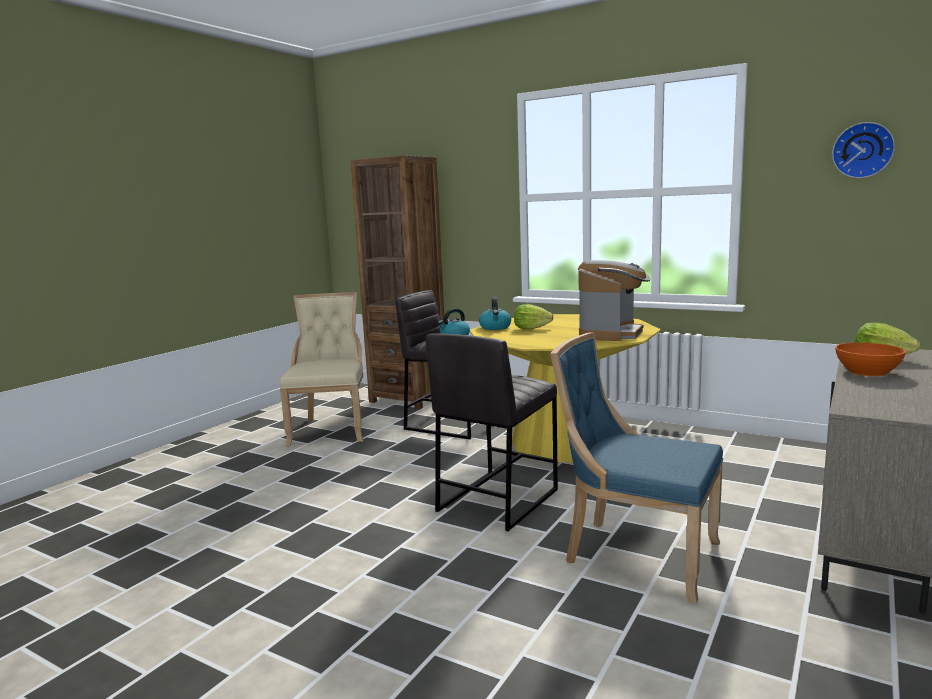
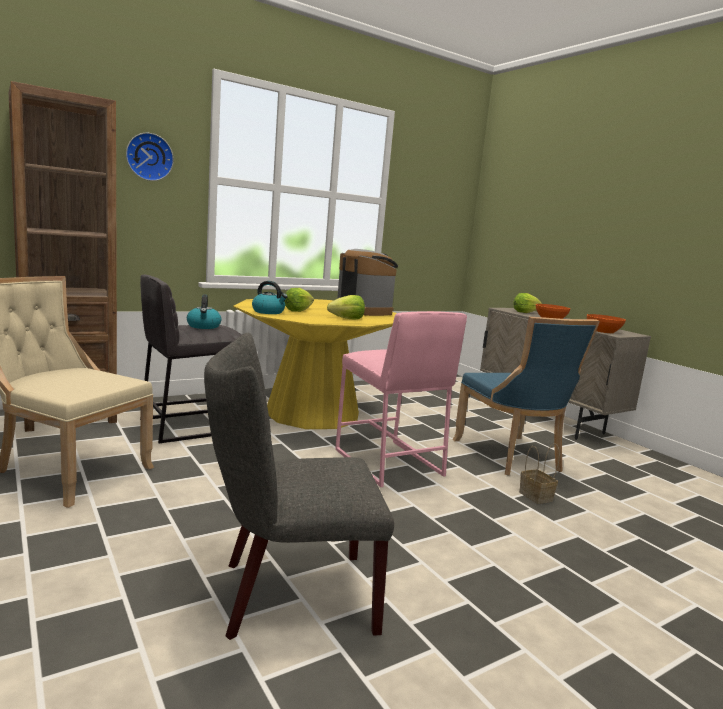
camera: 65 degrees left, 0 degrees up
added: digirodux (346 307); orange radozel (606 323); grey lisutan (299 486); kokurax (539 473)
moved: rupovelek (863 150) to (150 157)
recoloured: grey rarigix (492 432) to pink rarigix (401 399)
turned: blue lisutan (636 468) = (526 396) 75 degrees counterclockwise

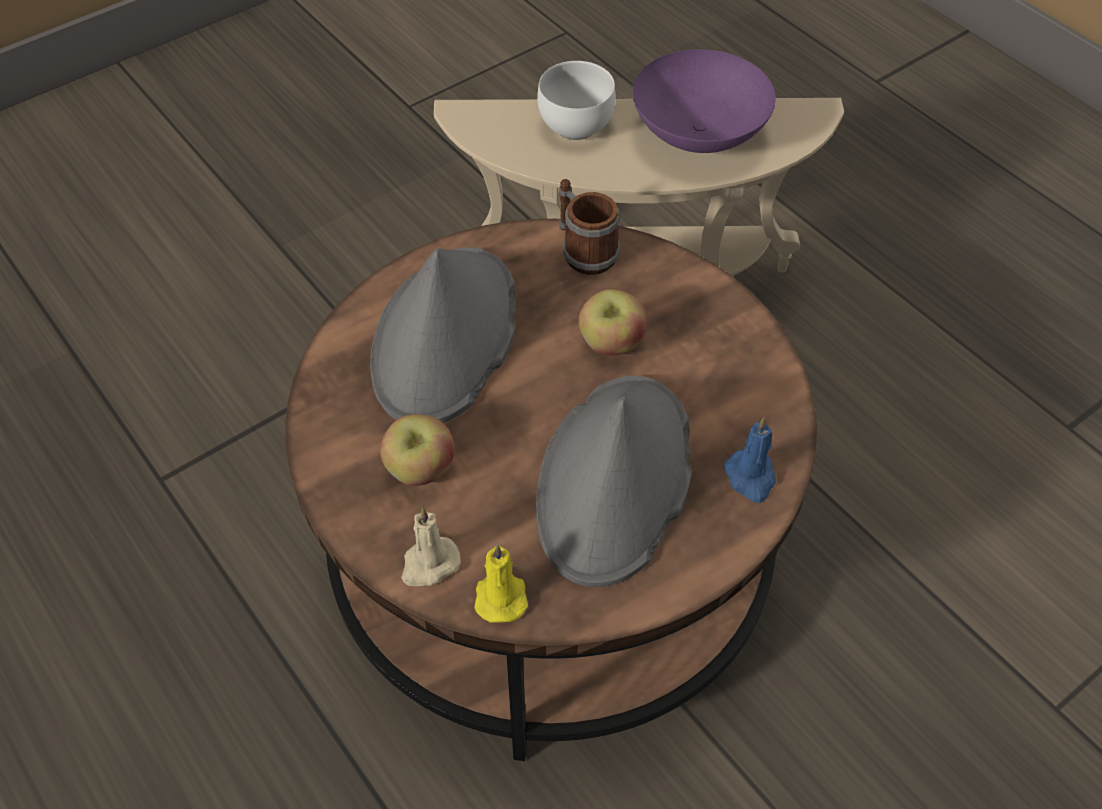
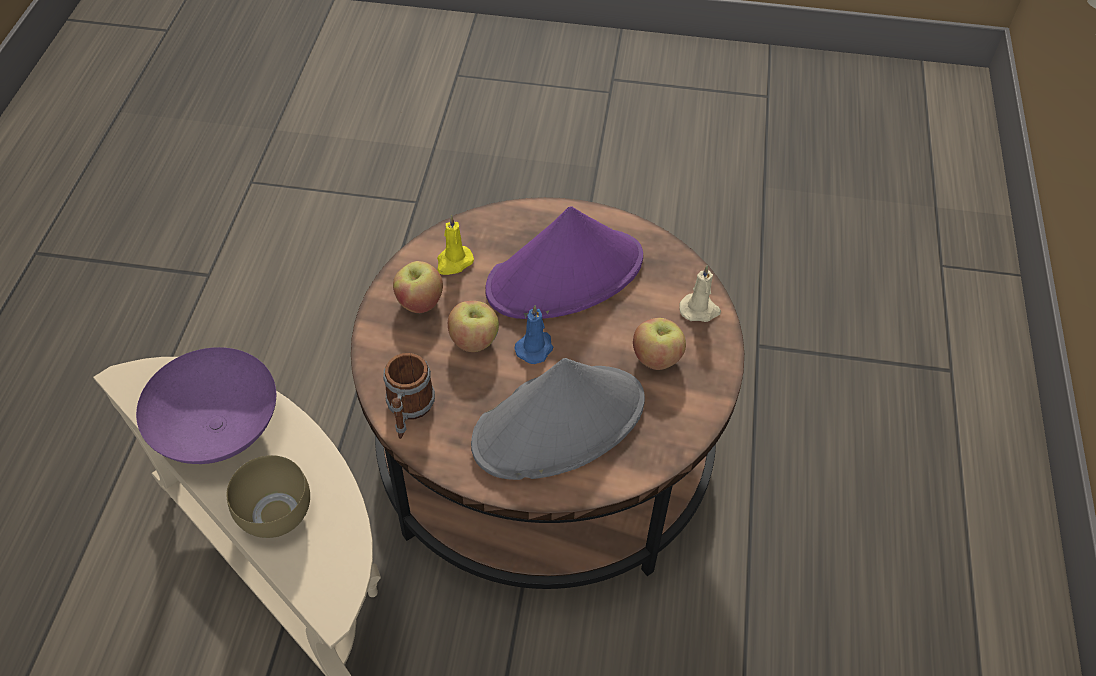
camera: 135 degrees left, 0 degrees up
added: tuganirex (418 287)
moved: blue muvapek (749 460) to (533 334); yellow muvapek (501 583) to (455 245)
recoloured: white radozel (576 100) to brown radozel (268 496); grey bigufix (614 481) to purple bigufix (564 262)

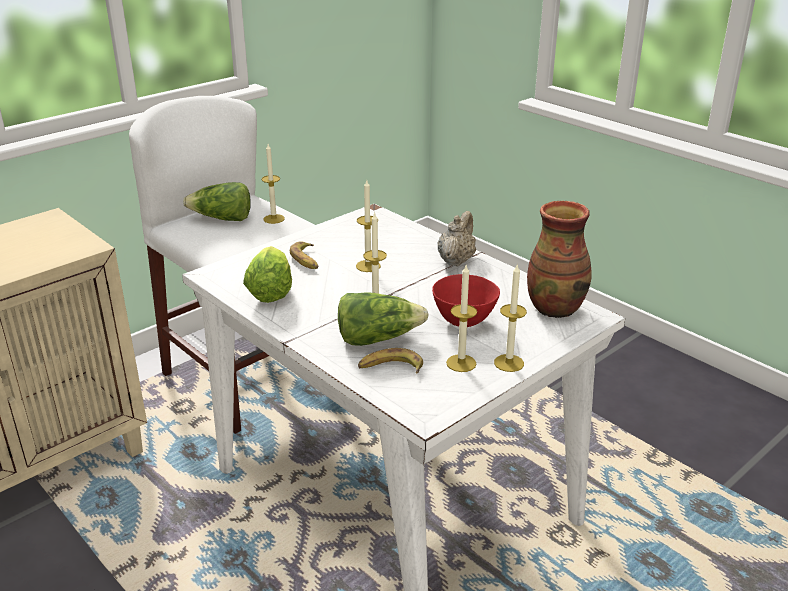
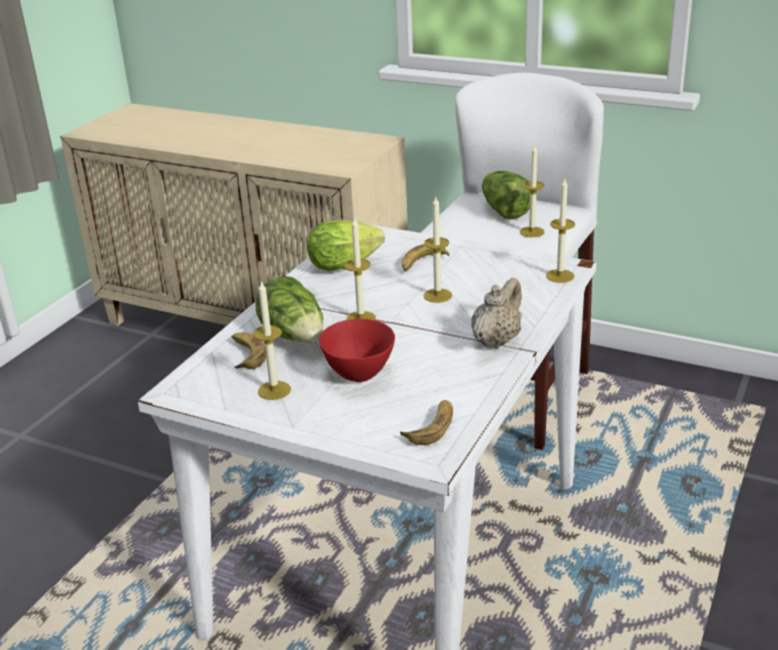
camera: 70 degrees right, 0 degrees up
moved: muvapek (510 318) to (560 230)
replaced: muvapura (559 259) to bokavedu (426 422)
turned: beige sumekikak (457 239) = (496 313) 60 degrees counterclockwise

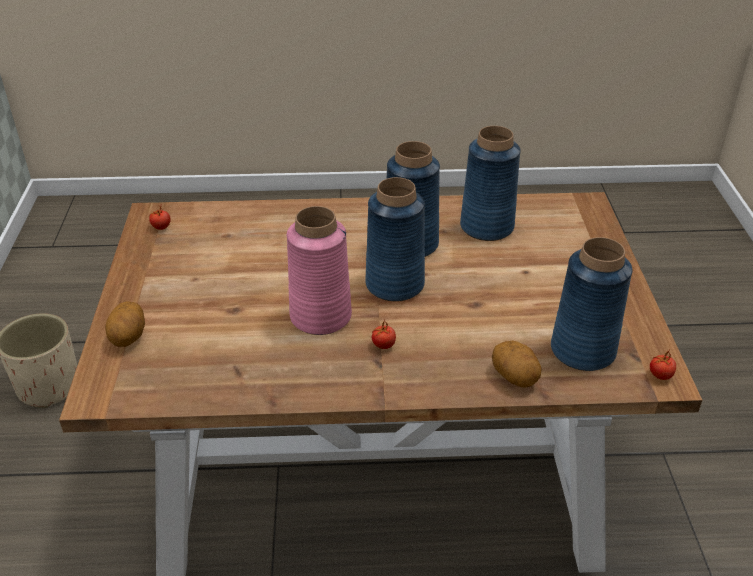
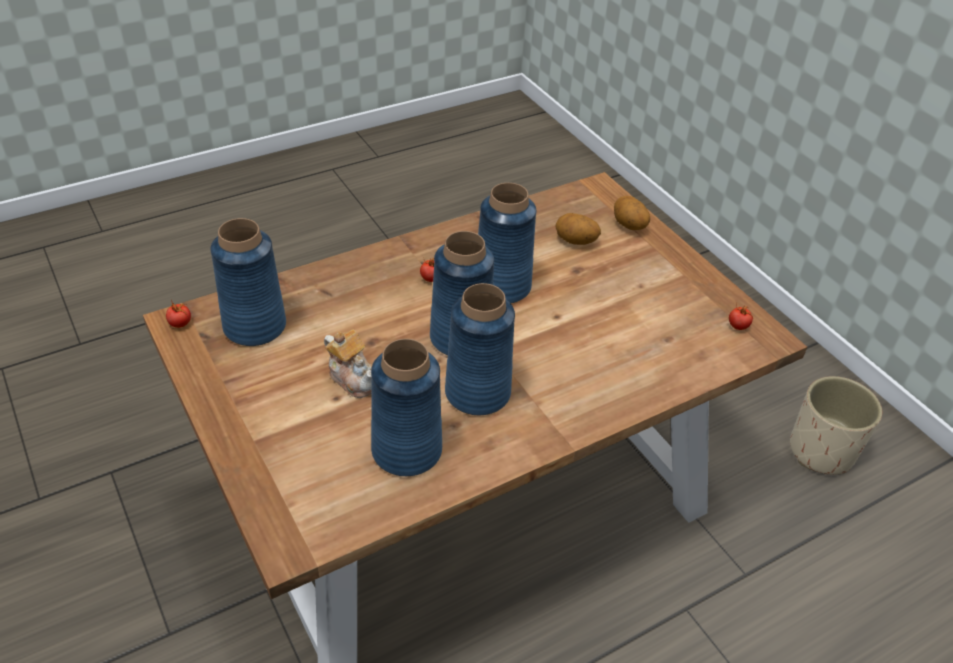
camera: 150 degrees right, 5 degrees up
added: sumekikak (348 363)
moved: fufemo (517 364) to (578 229)
recoloured: pink muvapura (319 270) to blue muvapura (507 243)

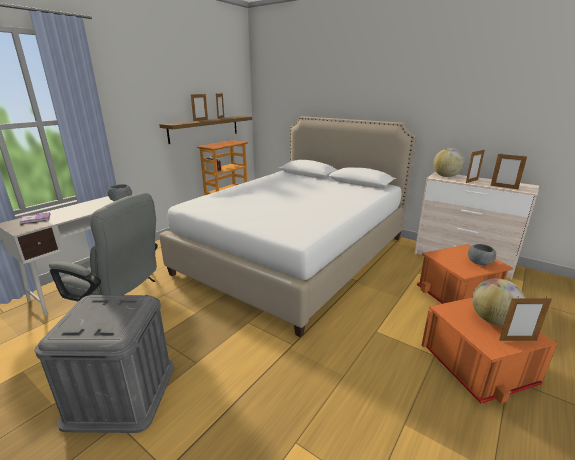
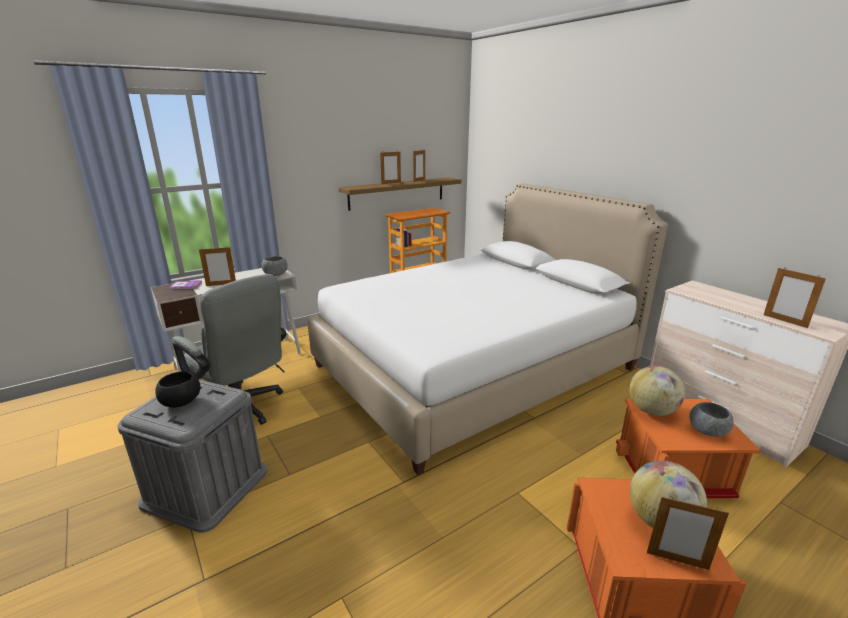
camera: 20 degrees right, 0 degrees up
added: black radozel (177 389)
moved: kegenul (448 162) to (657 391); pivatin (475 166) to (217 266)

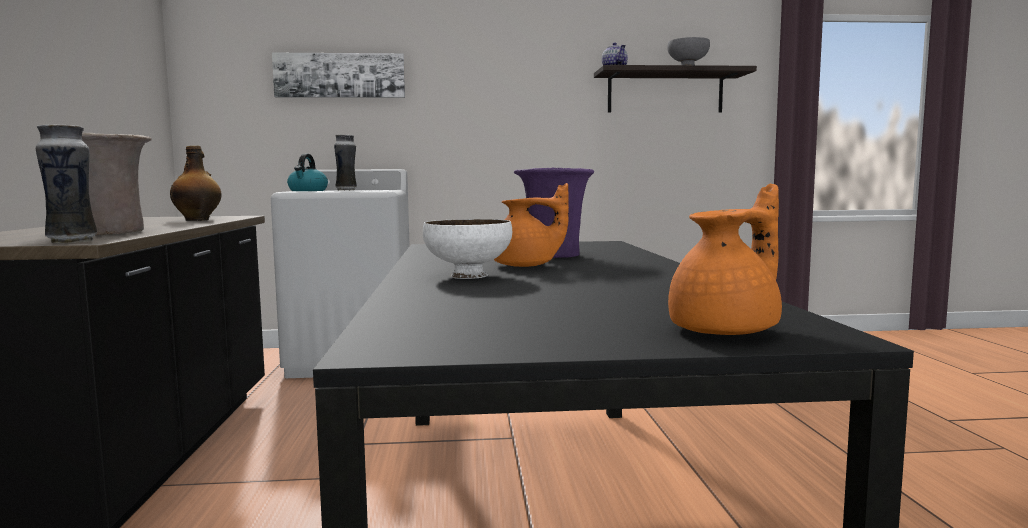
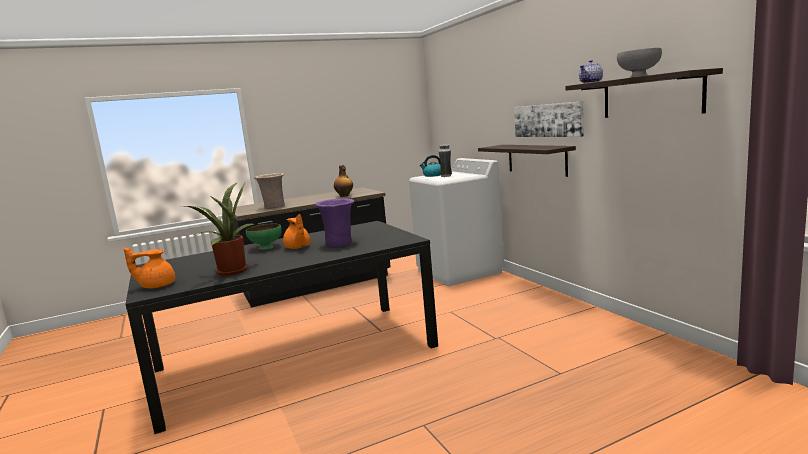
camera: 70 degrees right, 5 degrees up
removed: muvapura (66 183)
added: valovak (527 161); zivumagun (218 229)
moved: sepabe (338 75) to (549 119)
recoloured: white radozel (467 249) to green radozel (264 236)
turned: orange sumekikak (725 259) = (149 267) 135 degrees clockwise

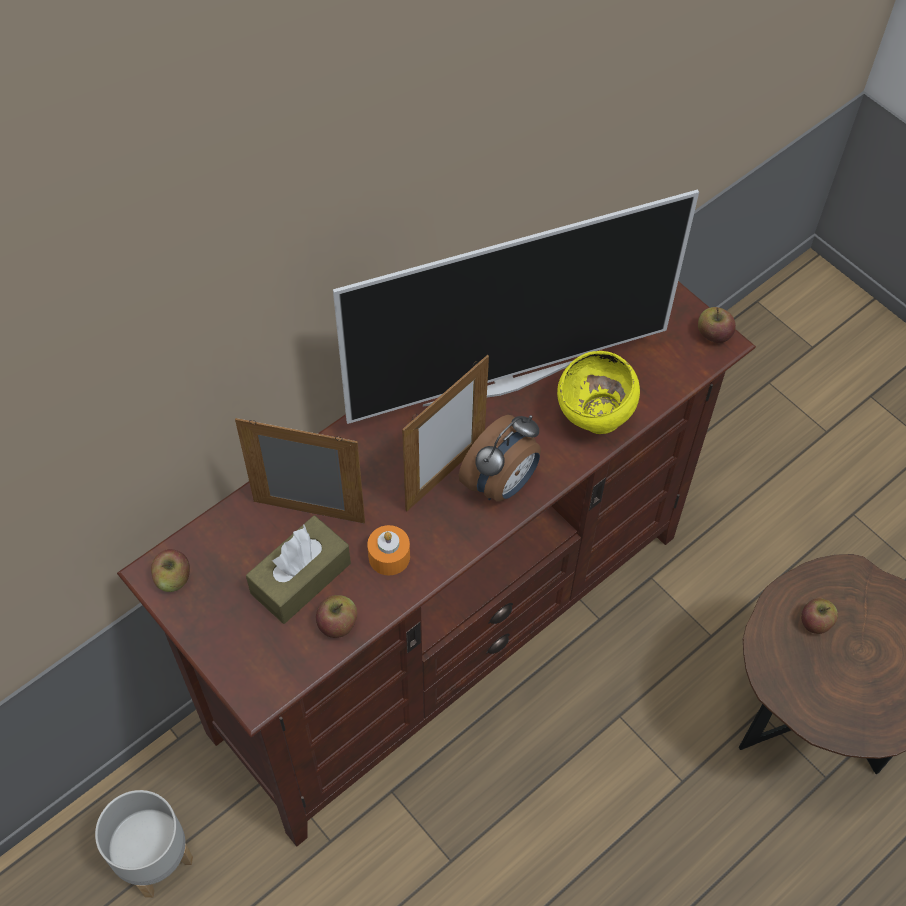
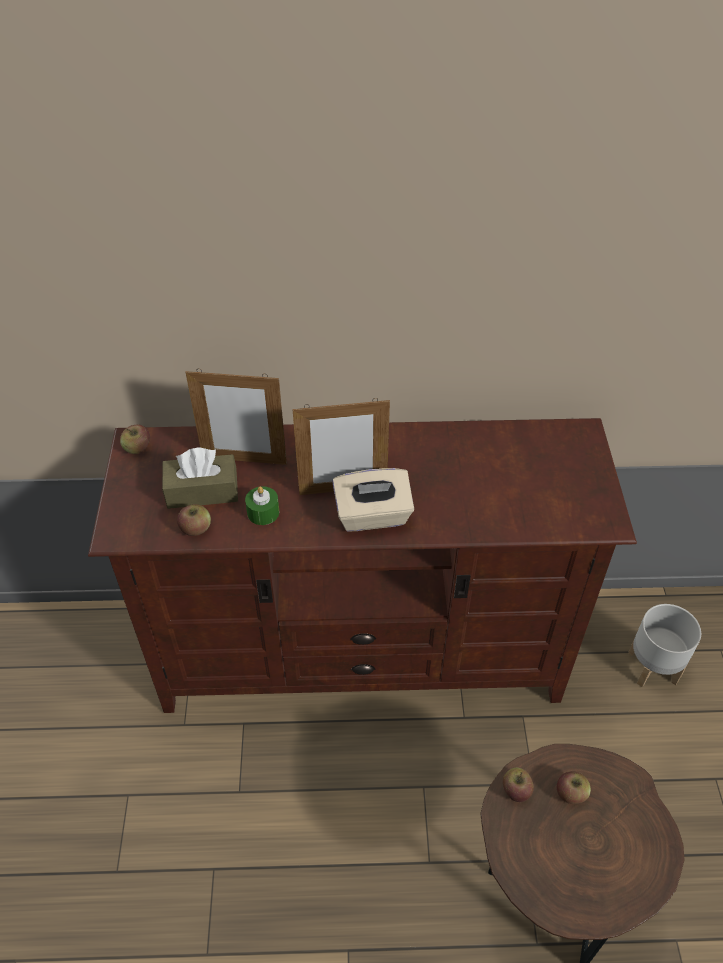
camera: 40 degrees right, 10 degrees down
removed: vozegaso (516 306); yellow radozel (598 392)
moved: tuganirex (717 325) to (518 785); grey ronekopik (144 844) to (664 645)
replaced: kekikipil (500 458) to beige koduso (373 499)
recoloured: orange muvapek (388 550) to green muvapek (262 505)
turned: pivatin (300 471) = (236 417) 135 degrees clockwise

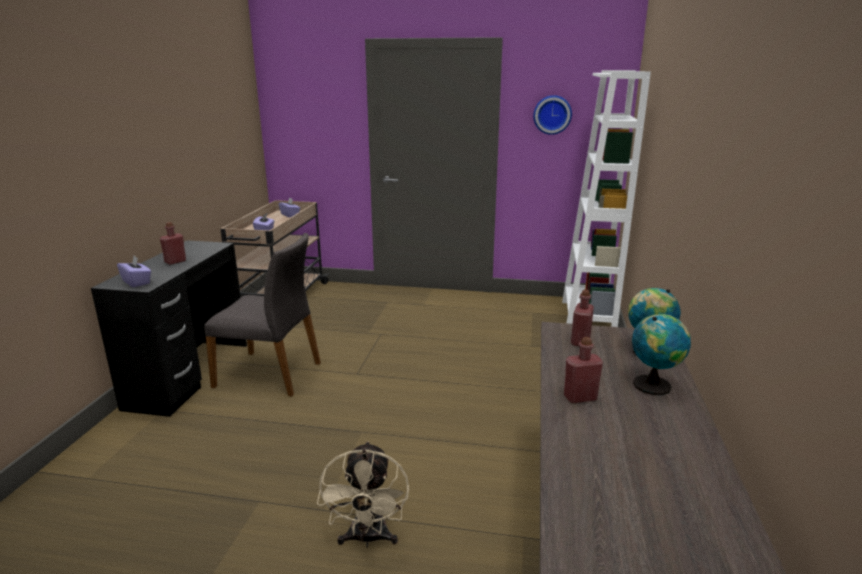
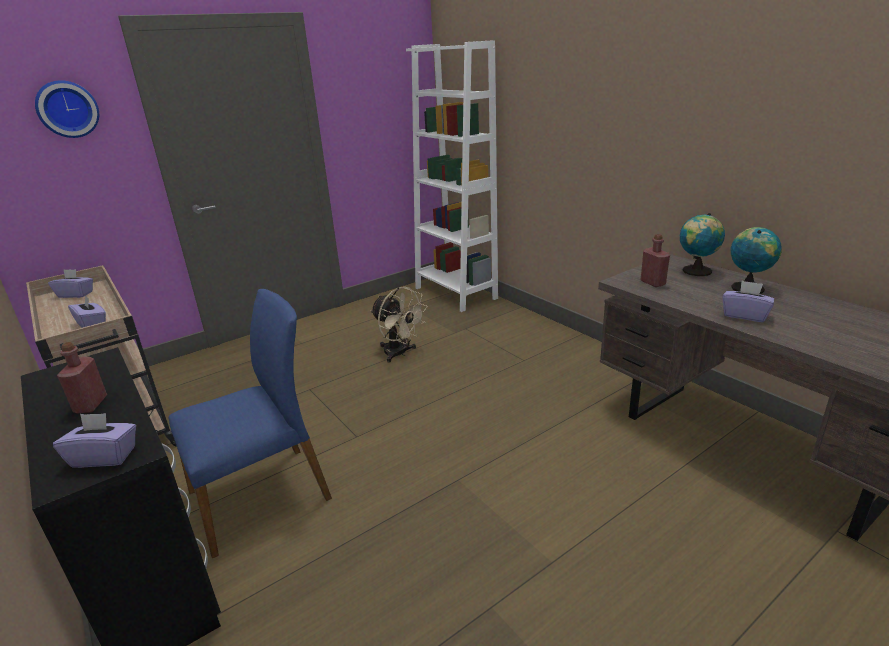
camera: 45 degrees left, 5 degrees up
moved: rupovelek (552 115) to (67 109); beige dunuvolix (363 494) to (399 325)
replaced: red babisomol (583 370) to purple koduso (748 301)
recoloured: grey lisutan (262 315) to blue lisutan (250 423)

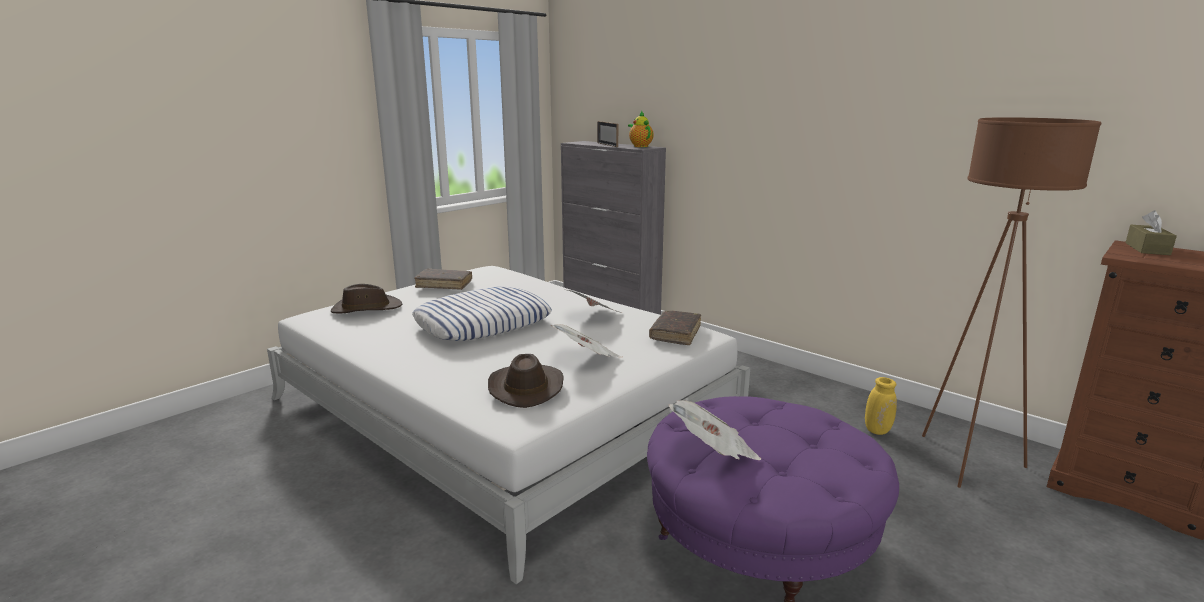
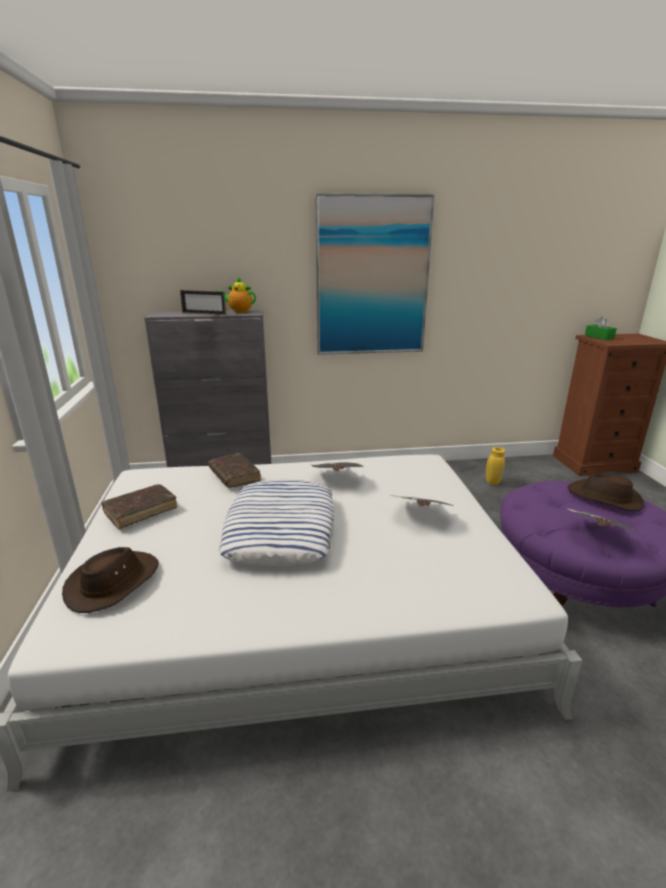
camera: 50 degrees left, 5 degrees up
removed: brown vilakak (1011 302)
added: sepabe (375 274)
moved: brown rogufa (675 328) to (234 470); brown bigufix (526 381) to (606 492)
recoloured: brown koduso (1151 232) to green koduso (601 328)

